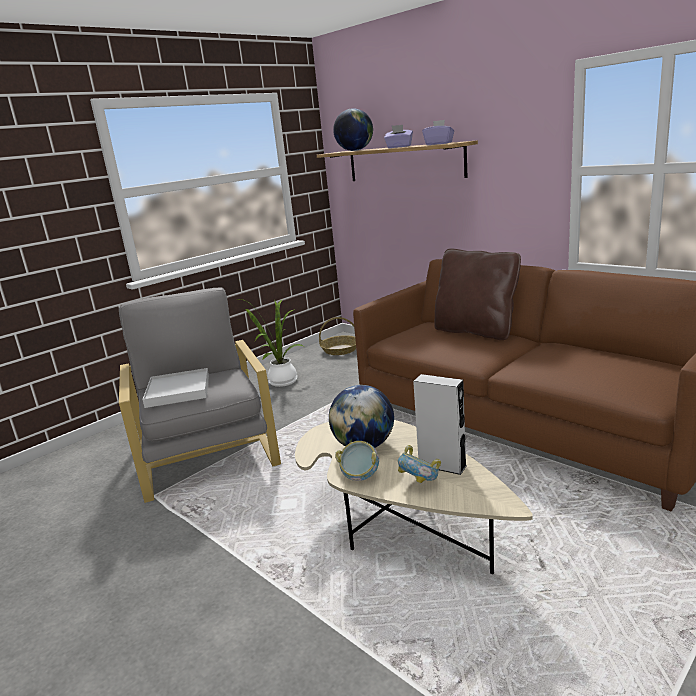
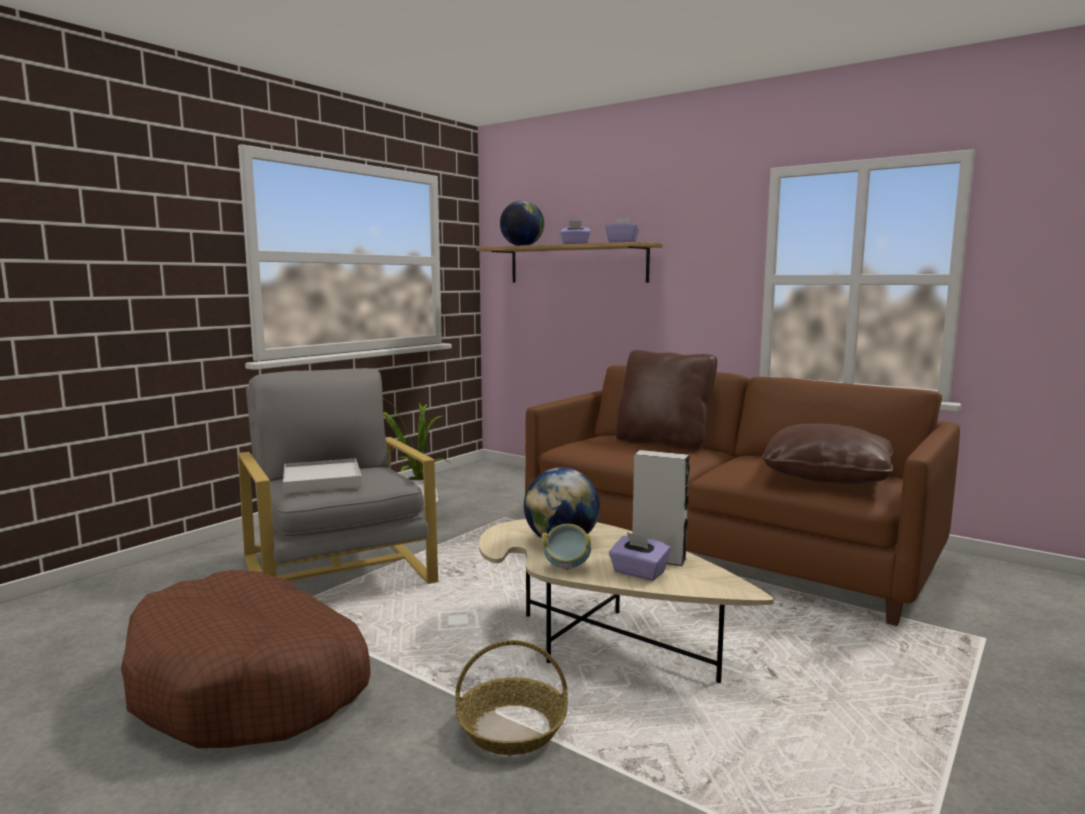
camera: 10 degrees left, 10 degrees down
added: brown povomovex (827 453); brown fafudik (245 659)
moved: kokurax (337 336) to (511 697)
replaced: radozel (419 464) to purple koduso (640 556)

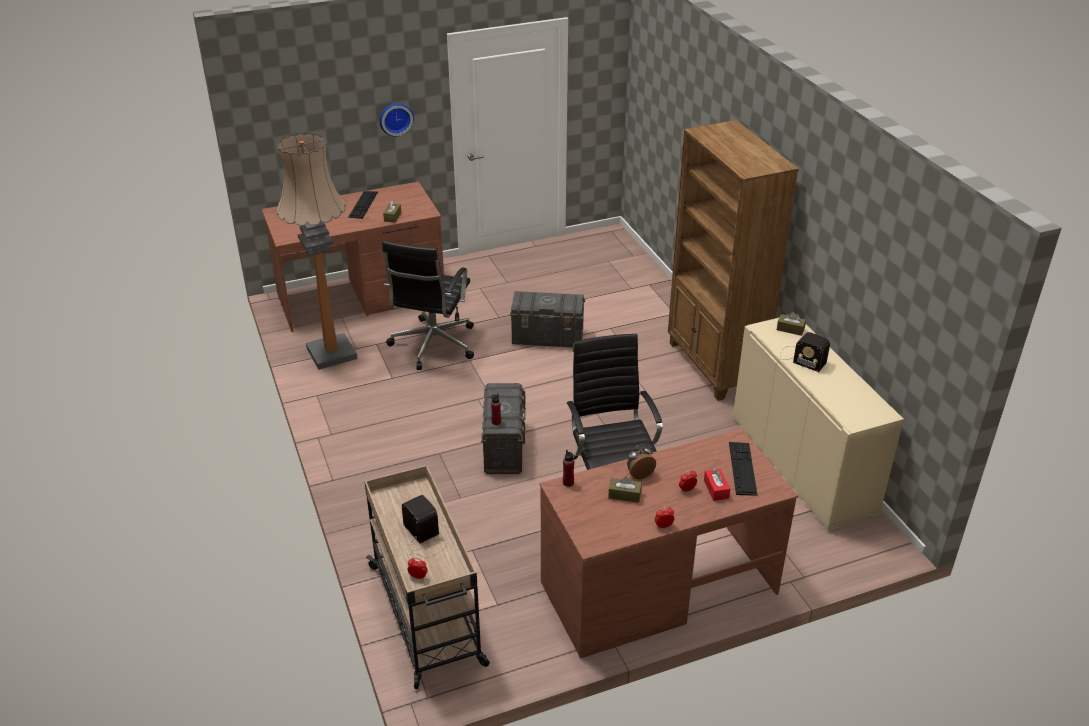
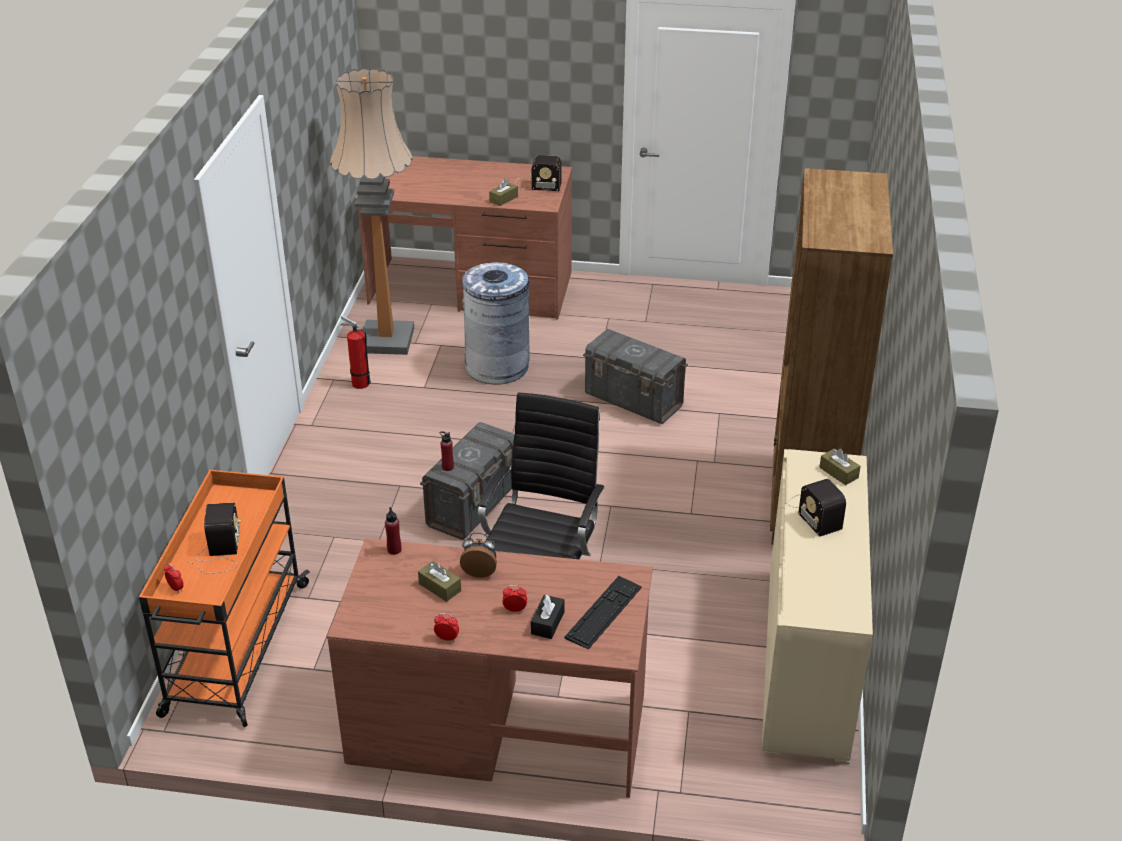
camera: 30 degrees right, 0 degrees up
removed: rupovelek (397 119); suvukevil (363 205)
added: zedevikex (538 173); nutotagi (356 352)
replaced: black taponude (428 305) to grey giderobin (496 323)
recoloured: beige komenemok (427 577) to orange komenemok (224 598); red koduso (717 485) to black koduso (548 617)

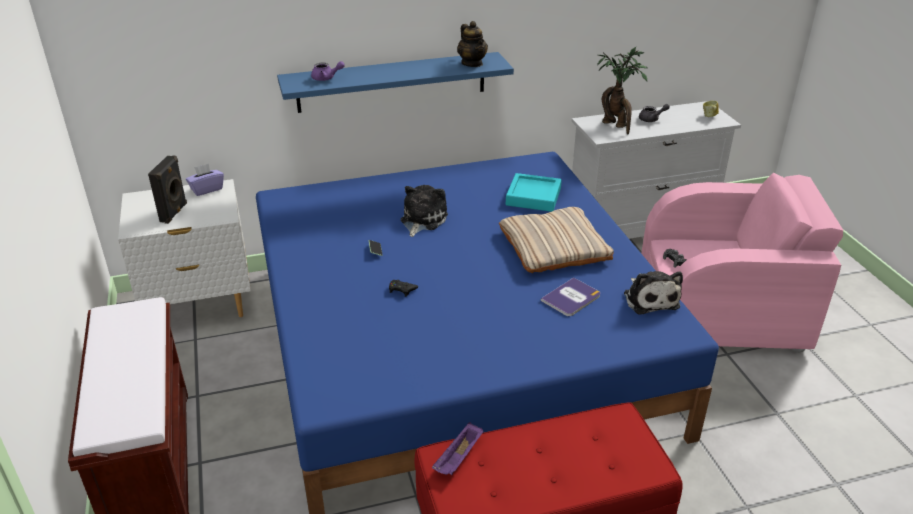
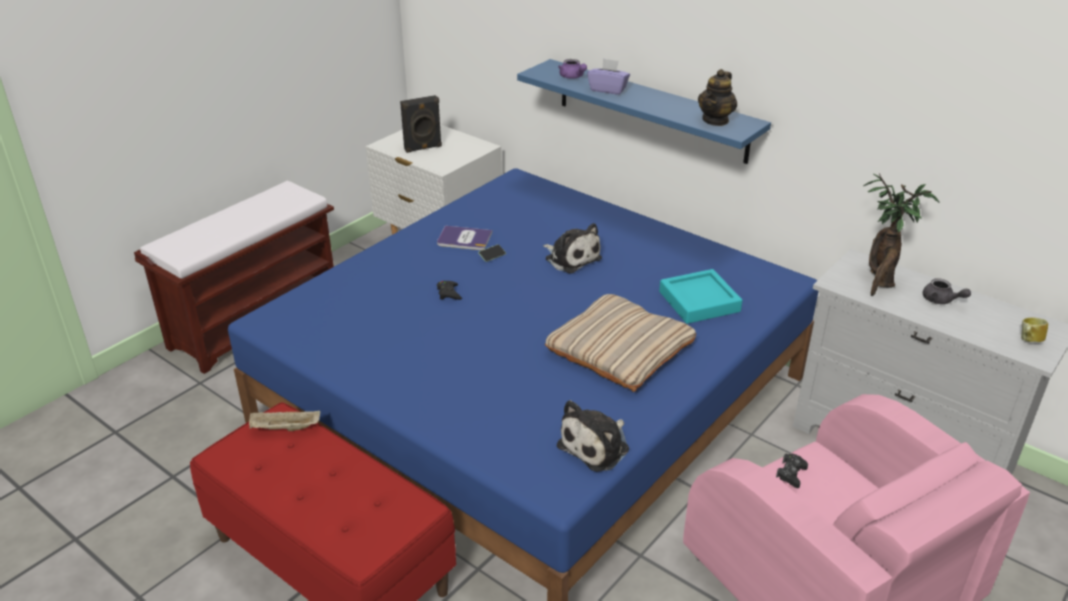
camera: 55 degrees right, 0 degrees up
moved: purple koduso (205 179) to (608 76); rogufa (570 297) to (464 238)
recoloured: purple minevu (457 448) to beige minevu (284 420)
turned: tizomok (424 211) = (572 248) 60 degrees clockwise

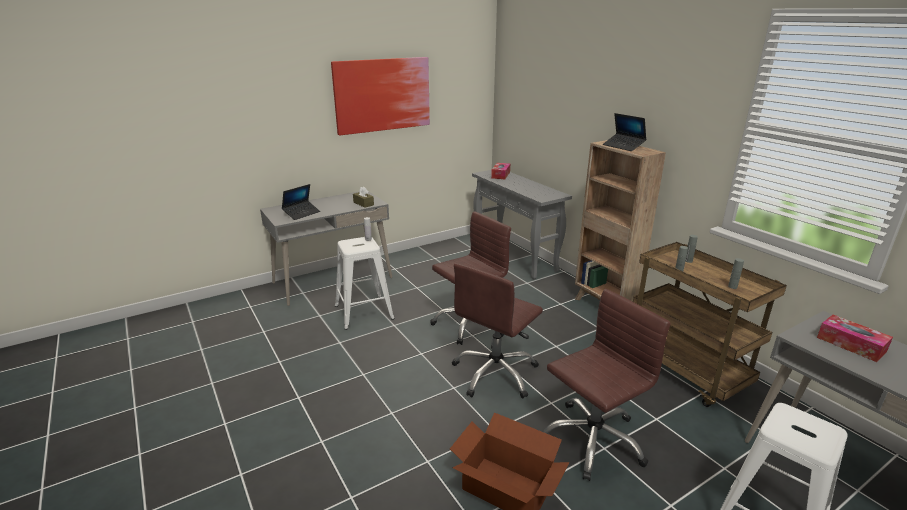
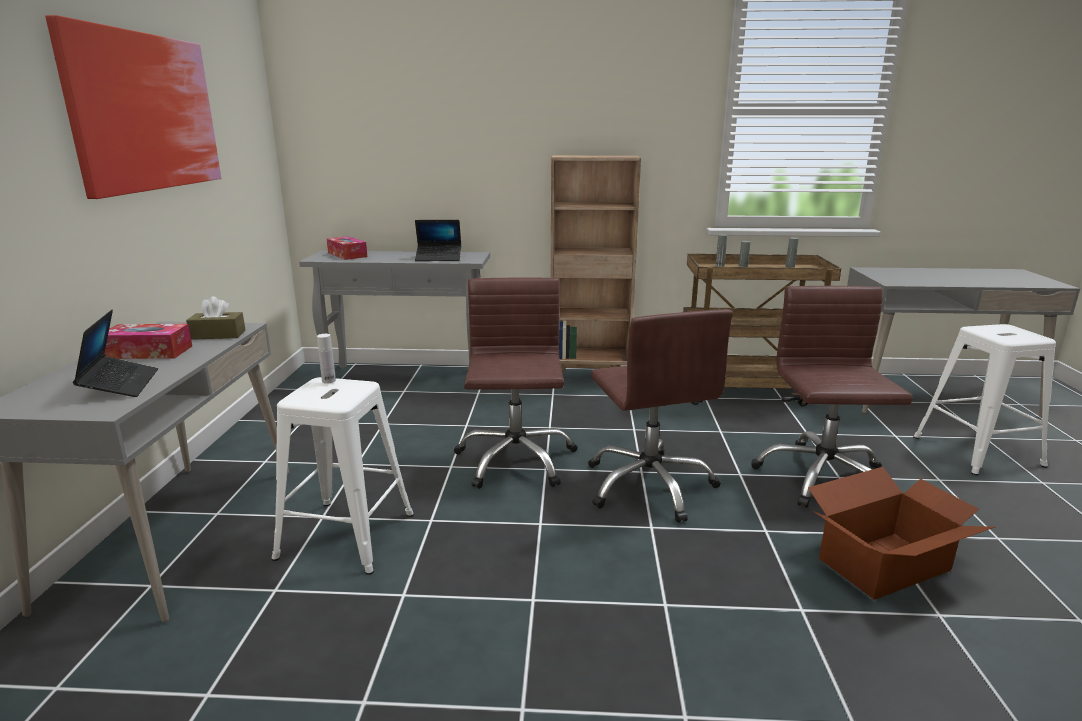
camera: 55 degrees left, 5 degrees down
moved: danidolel (625 132) to (438 240); koduso (855 338) to (148 341)

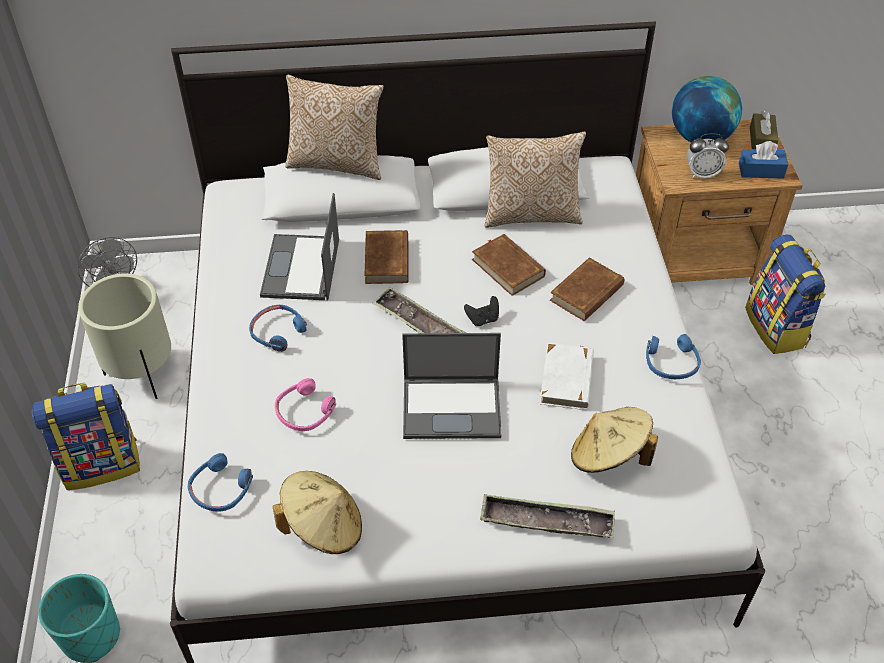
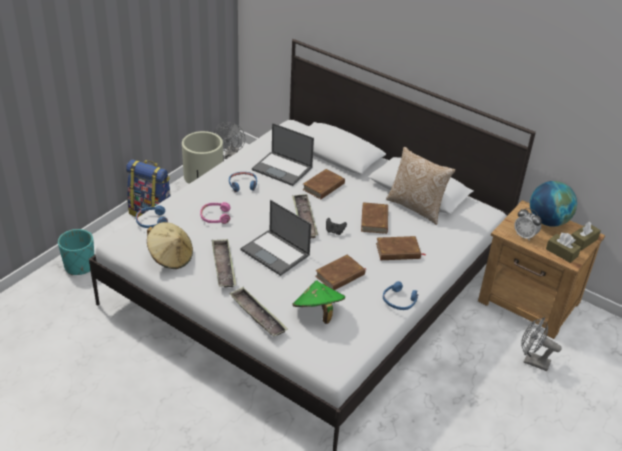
camera: 40 degrees right, 10 degrees down
removed: povomovex (334 127)
added: minevu (224 263)
replaced: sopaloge (785 294) to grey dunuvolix (541 344)
recoloured: blue koduso (763 160) to brown koduso (563 248); white rogufa (567 376) to brown rogufa (340 272); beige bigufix (614 440) to green bigufix (319 302)
turned: danidolel (299 247) = (283 154) 105 degrees counterclockwise

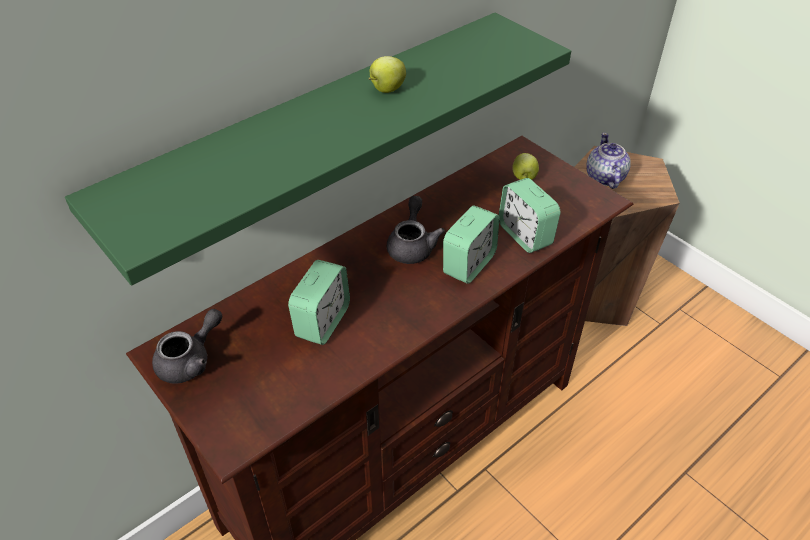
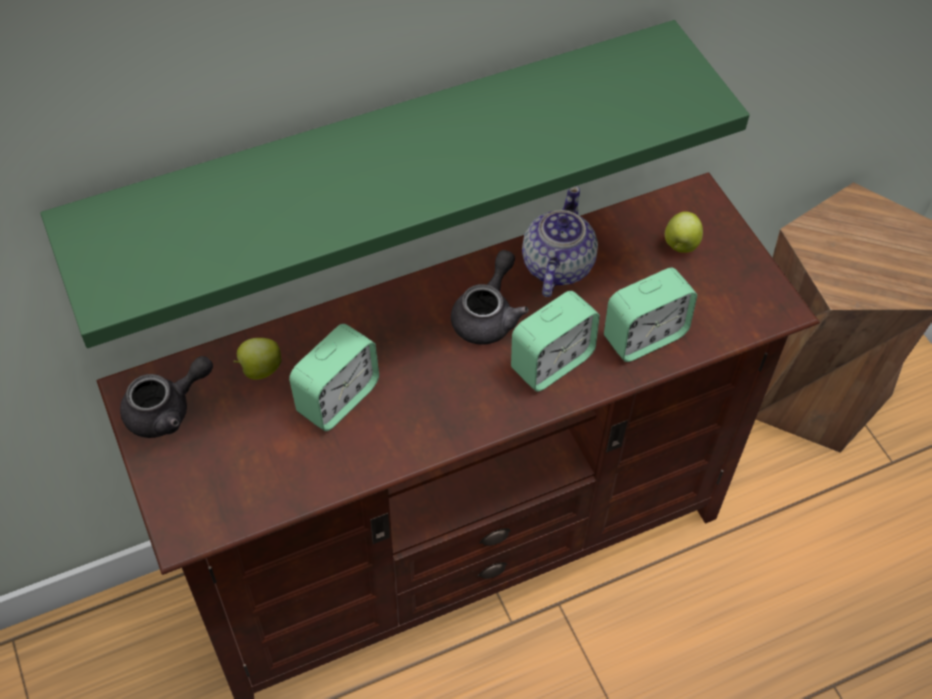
camera: 15 degrees right, 10 degrees up
moved: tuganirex (387 74) to (257 359); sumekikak (609 160) to (560 241)
turned: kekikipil (529 215) = (650 315) 105 degrees counterclockwise

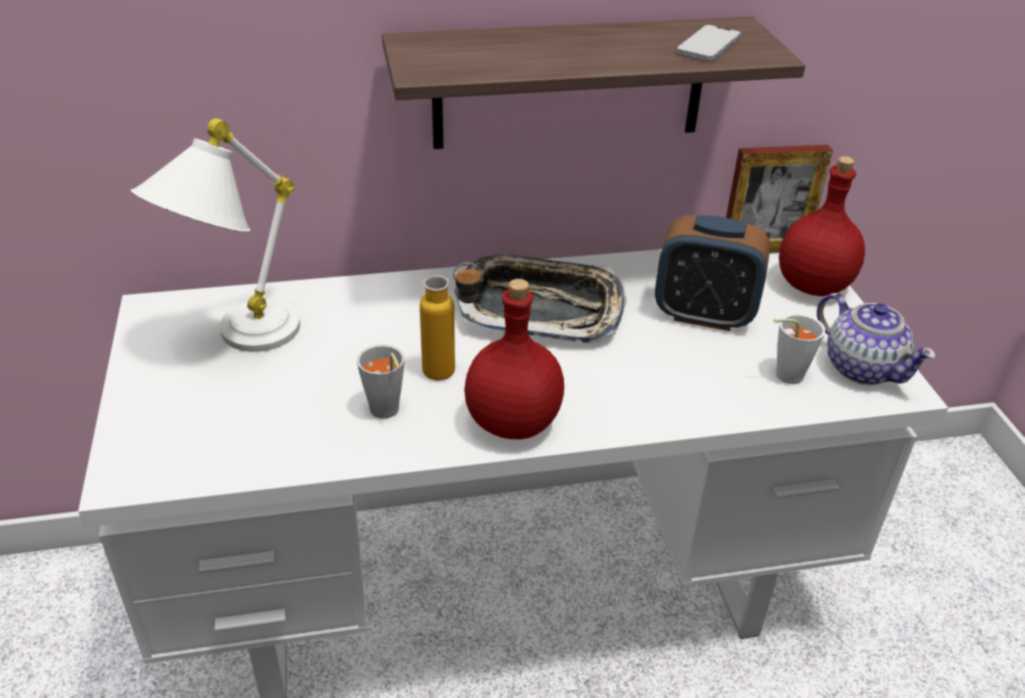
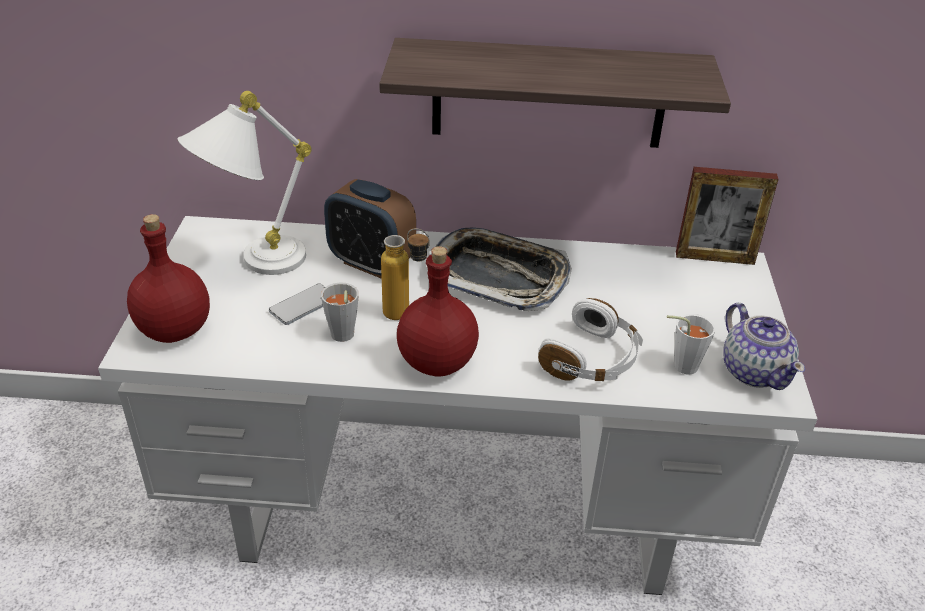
camera: 15 degrees right, 0 degrees up
added: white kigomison (590 339)
moved: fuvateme (708 43) to (297 304); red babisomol (822 226) to (168 278); kekikipil (712 273) to (370 229)

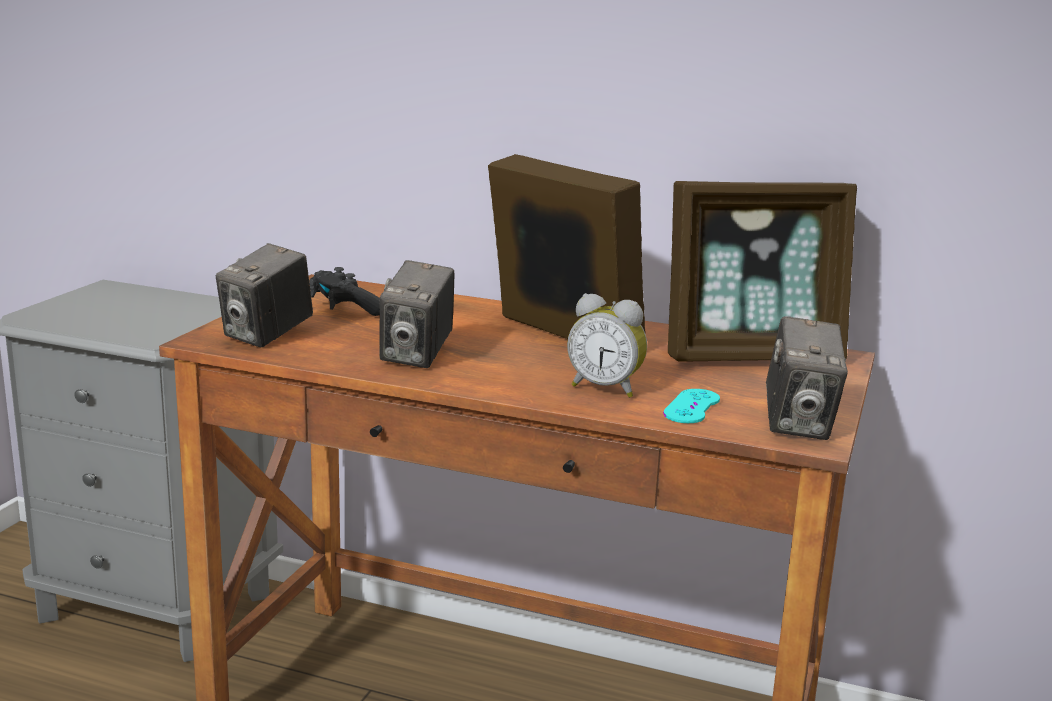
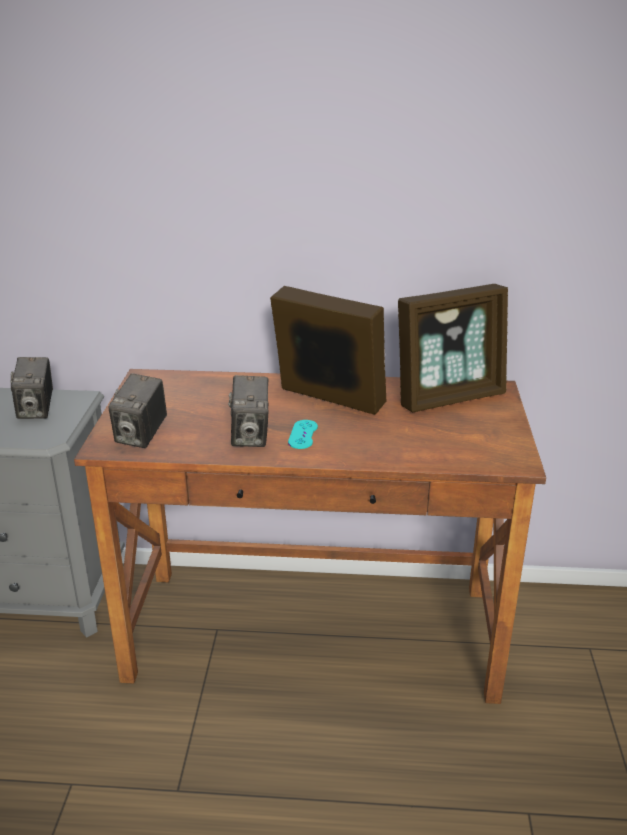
camera: 15 degrees left, 10 degrees up
removed: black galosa (344 291); kekikipil (607 345)
moved: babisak (807 378) to (31 388); turquoise galosa (691 406) to (303 434)

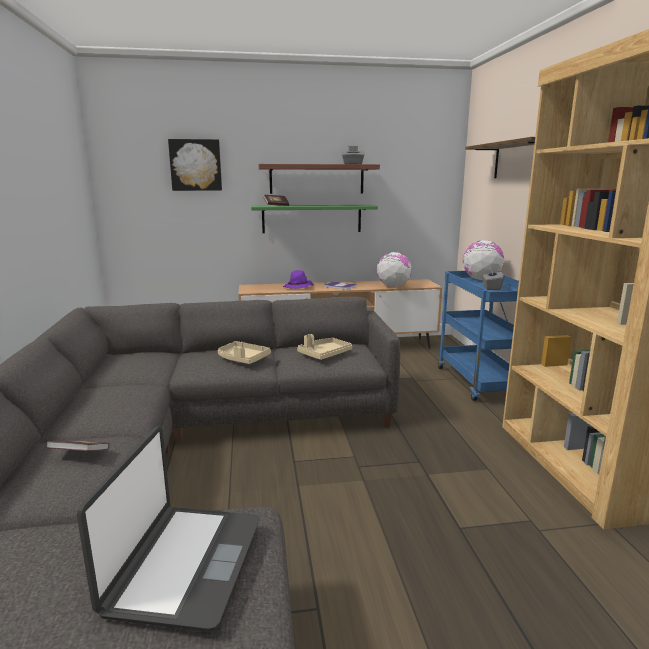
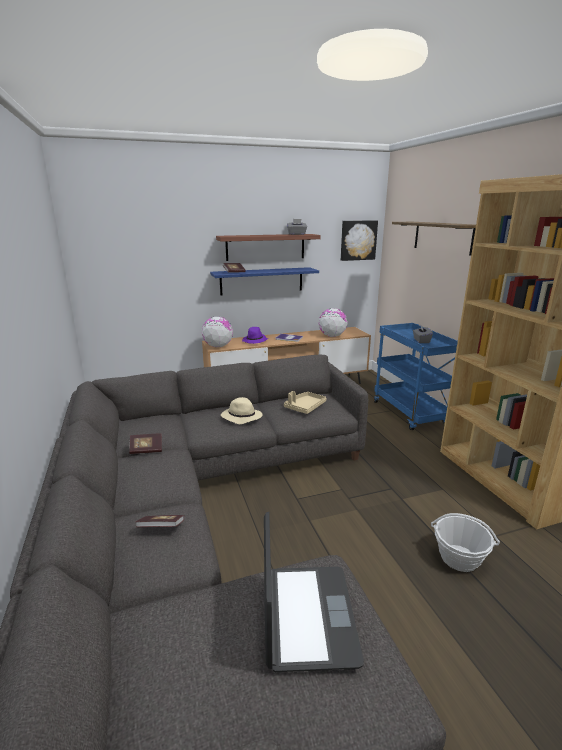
camera: 10 degrees left, 5 degrees up
added: rogufa (145 443); kokurax (465 542)
moved: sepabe (195 165) to (359 240); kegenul (484 260) to (217 331)
replaced: beige minevu (244 352) to beige bigufix (242 410)
recoloured: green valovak (314 219) to blue valovak (264 281)

